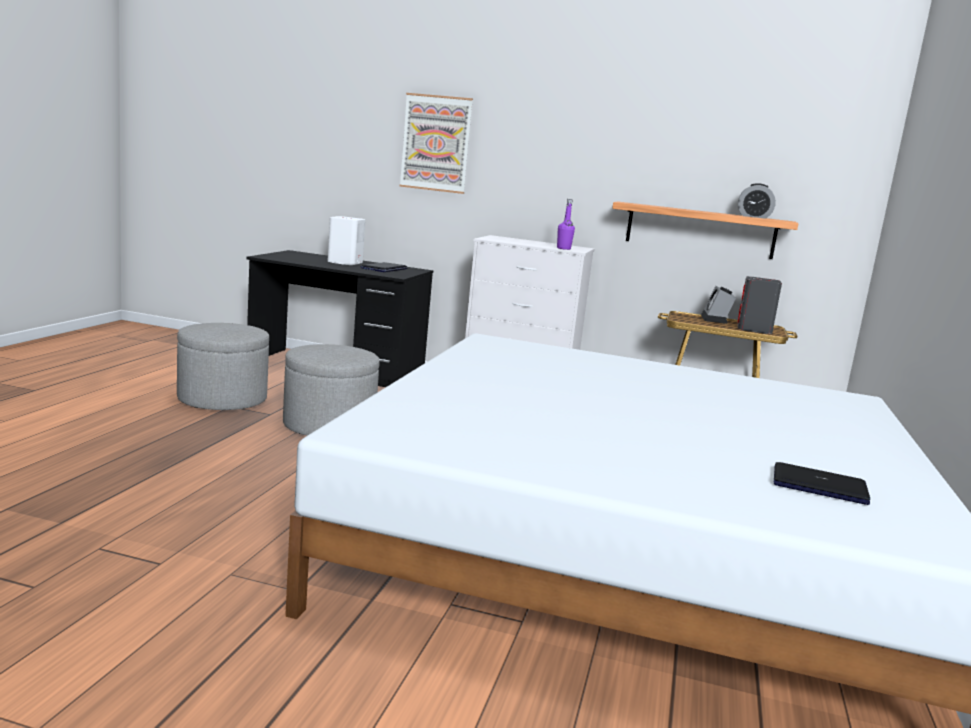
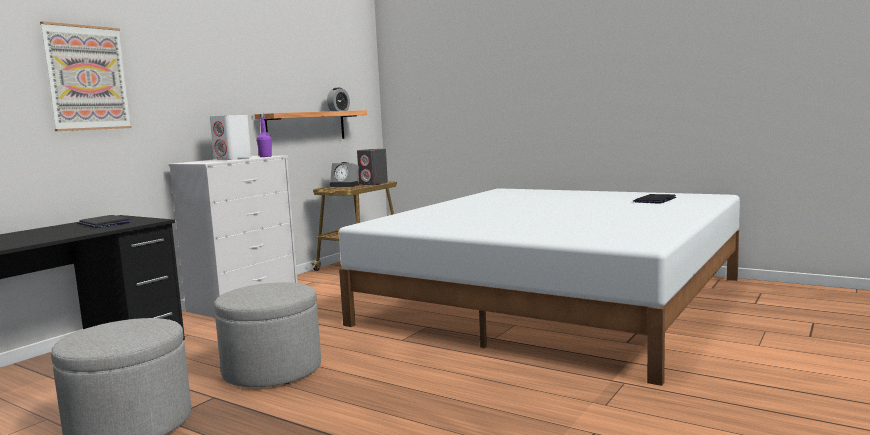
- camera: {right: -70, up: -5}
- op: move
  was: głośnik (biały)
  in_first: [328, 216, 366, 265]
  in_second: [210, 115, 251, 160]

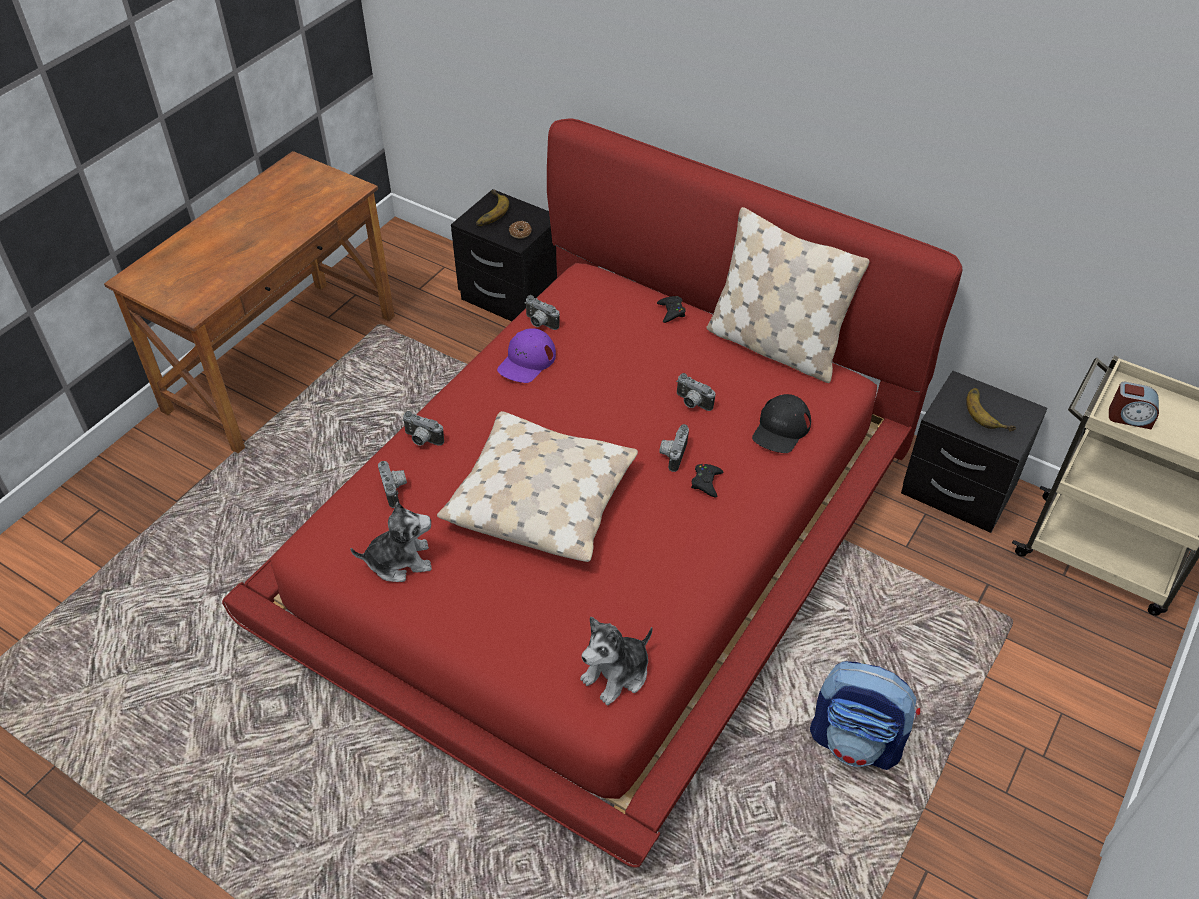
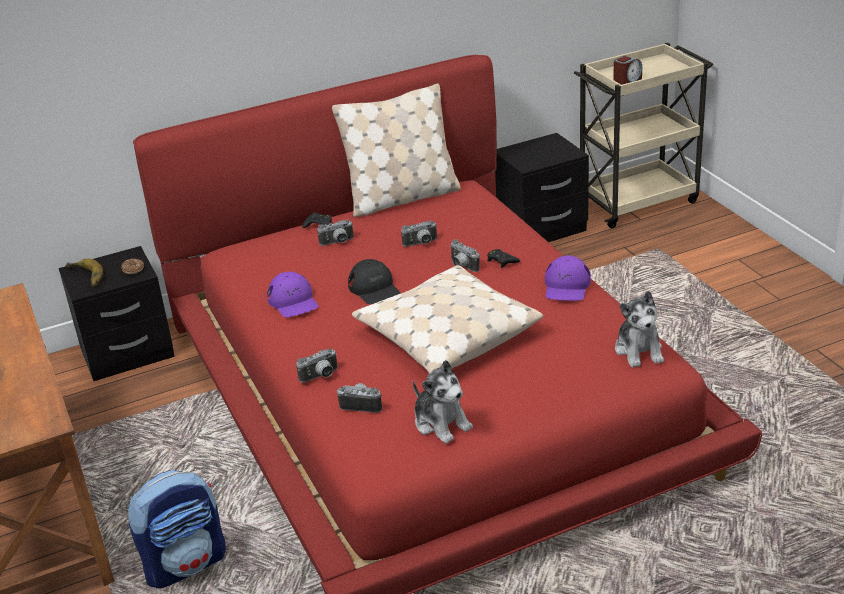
- camera: {right: -55, up: -15}
- op: move
  was: aparat fotograficzny
  in_first: [525, 295, 560, 330]
  in_second: [317, 219, 354, 246]
- op: delete
  was: banan
  in_first: [966, 388, 1016, 431]
- op: move
  was: czapka z daszkiem (czarny)
  in_first: [752, 394, 811, 453]
  in_second: [348, 259, 400, 304]
- op: rotate
  was: pluszak
  in_first: [350, 502, 432, 582]
  in_second: [412, 360, 473, 444]
  clockwise: 120
- op: move
  was: plecak
  in_first: [810, 661, 920, 770]
  in_second: [128, 470, 226, 588]
- op: insert
  now: czapka z daszkiem (fioletowy)
  in_second: [545, 255, 591, 301]

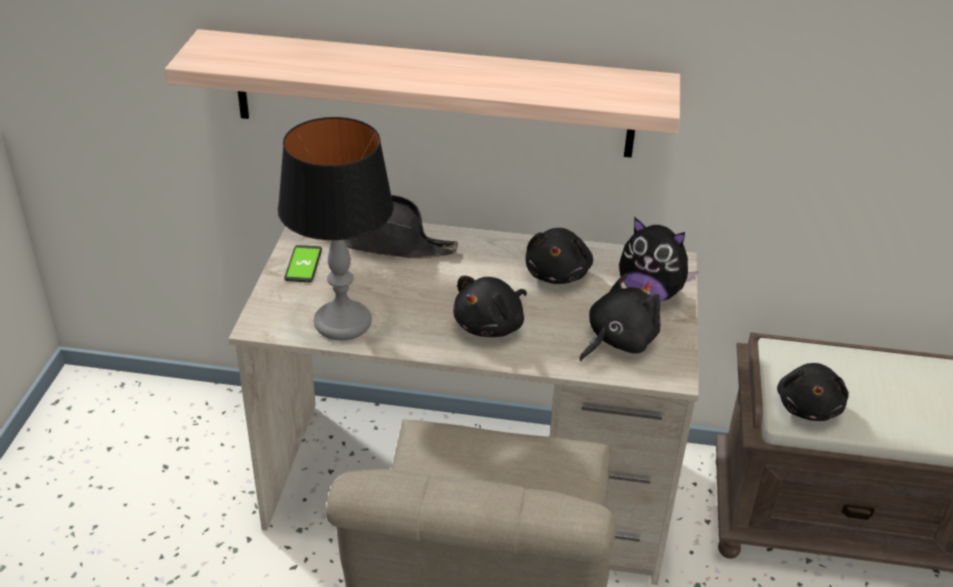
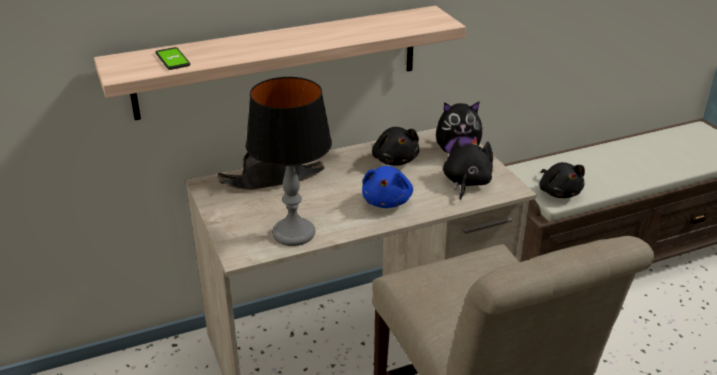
- camera: {right: -30, up: -5}
- op: move
  was: telefon
  in_first: [284, 245, 322, 282]
  in_second: [156, 47, 191, 70]
- op: recolor
  was: pluszak (czarny)
  now: pluszak (niebieski)
  in_first: [453, 276, 527, 337]
  in_second: [362, 166, 413, 208]

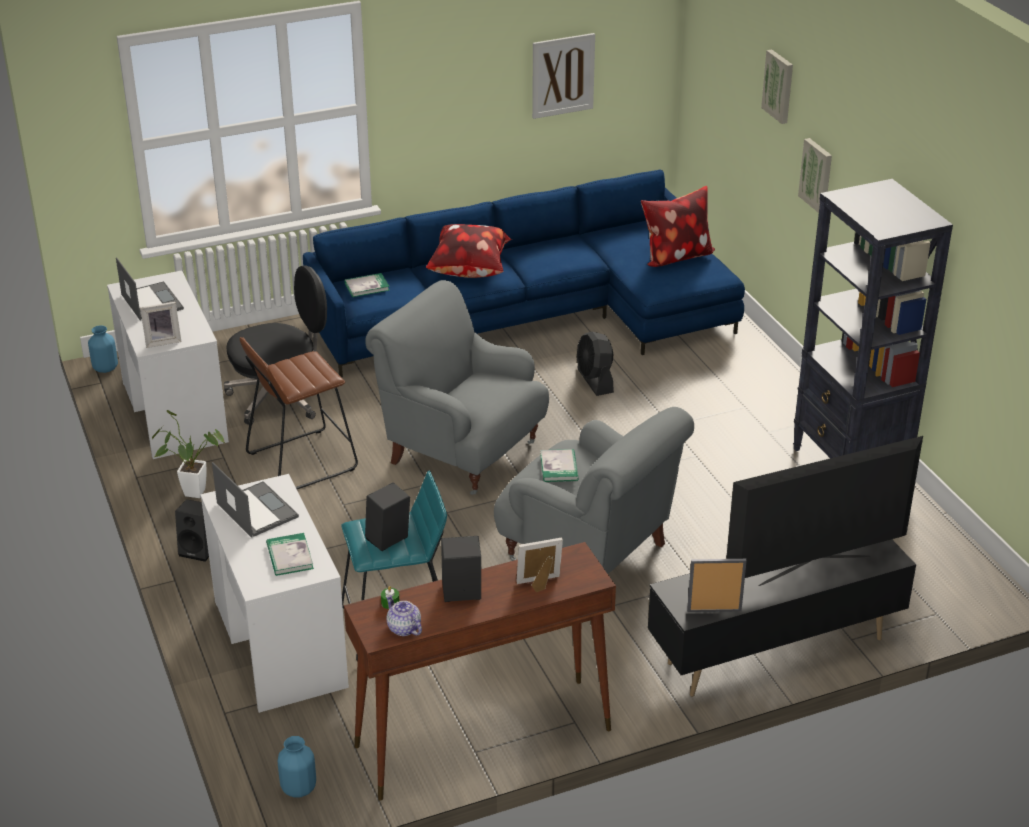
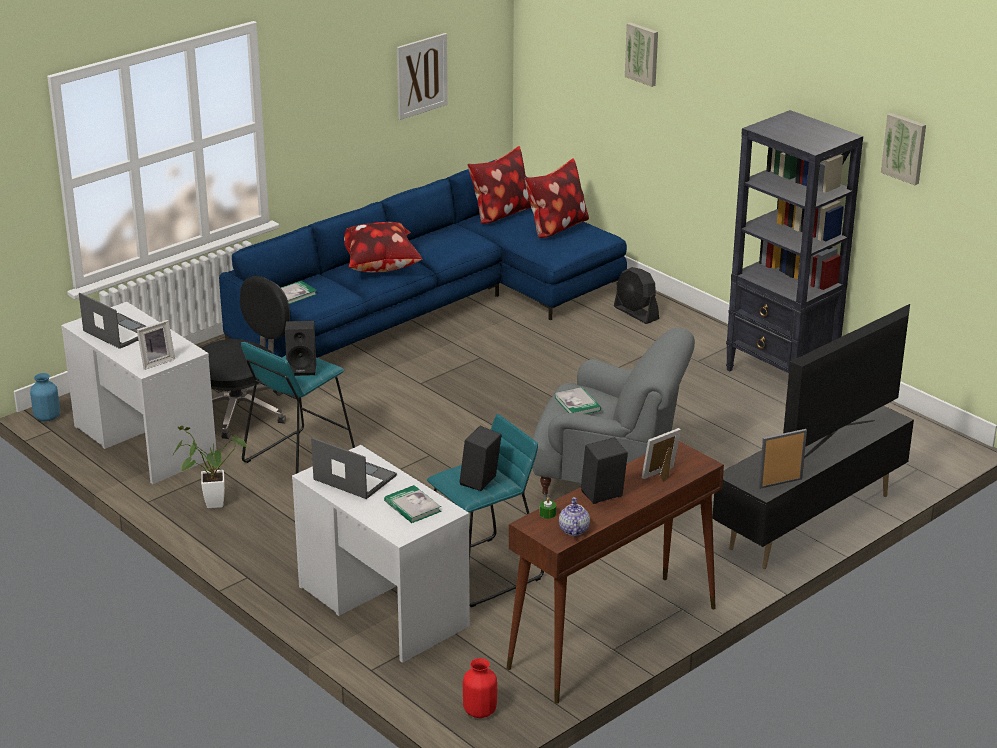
- camera: {right: -20, up: -5}
- op: move
  was: obraz
  in_first: [798, 138, 832, 213]
  in_second: [881, 113, 926, 185]
- op: delete
  was: fotel (szary)
  in_first: [365, 280, 549, 495]
- op: move
  was: wentylator (czarny)
  in_first: [577, 332, 614, 396]
  in_second: [614, 267, 659, 324]
- op: recolor
  was: stołek (brązowy)
  now: stołek (turkusowy)
  in_first: [240, 337, 358, 489]
  in_second: [241, 342, 355, 474]
- op: move
  was: głośnik (czarny)
  in_first: [175, 499, 209, 562]
  in_second: [285, 321, 316, 376]
- op: rotate
  was: imbryk
  in_first: [386, 595, 422, 636]
  in_second: [559, 497, 590, 536]
  clockwise: 60
- op: recolor
  was: wazon (niebieski)
  now: wazon (czerwony)
  in_first: [278, 736, 316, 797]
  in_second: [463, 658, 497, 718]
- op: insert
  now: poduszka
  in_second: [468, 146, 531, 224]

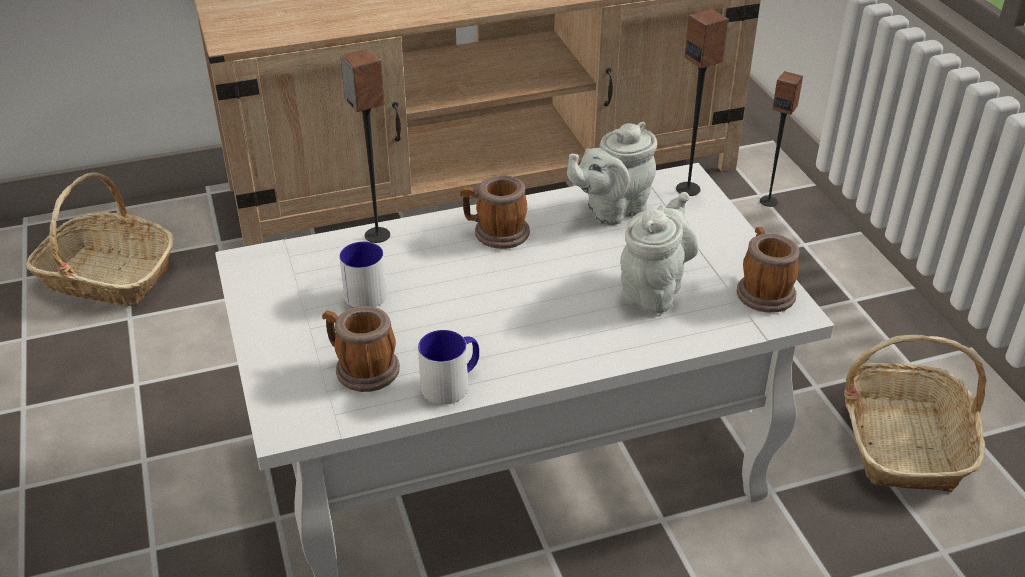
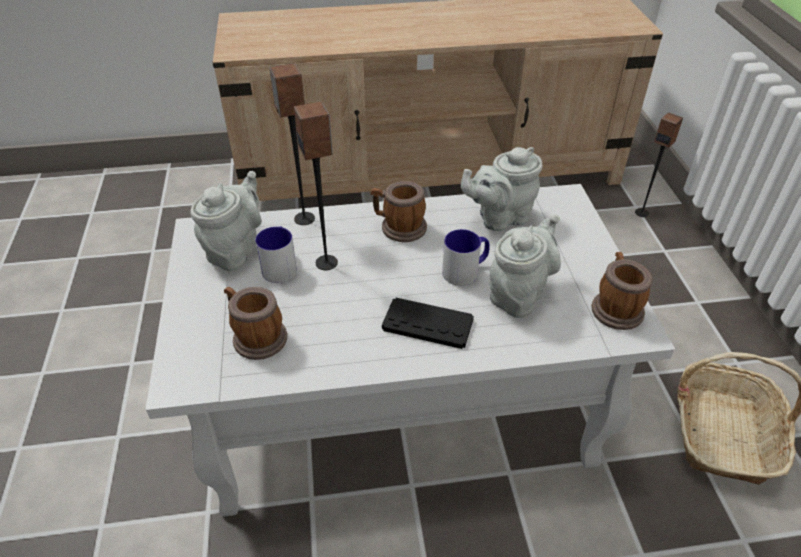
- camera: {right: 10, up: 5}
- op: move
  was: głośnik
  in_first: [676, 9, 729, 196]
  in_second: [294, 102, 338, 270]
- op: delete
  was: koszyk
  in_first: [26, 172, 174, 306]
- op: move
  was: kubek
  in_first: [418, 330, 479, 405]
  in_second: [442, 229, 490, 286]
- op: insert
  now: imbryk (szary)
  in_second: [190, 171, 262, 271]
- op: insert
  now: pad do gier (czarny)
  in_second: [382, 298, 474, 349]

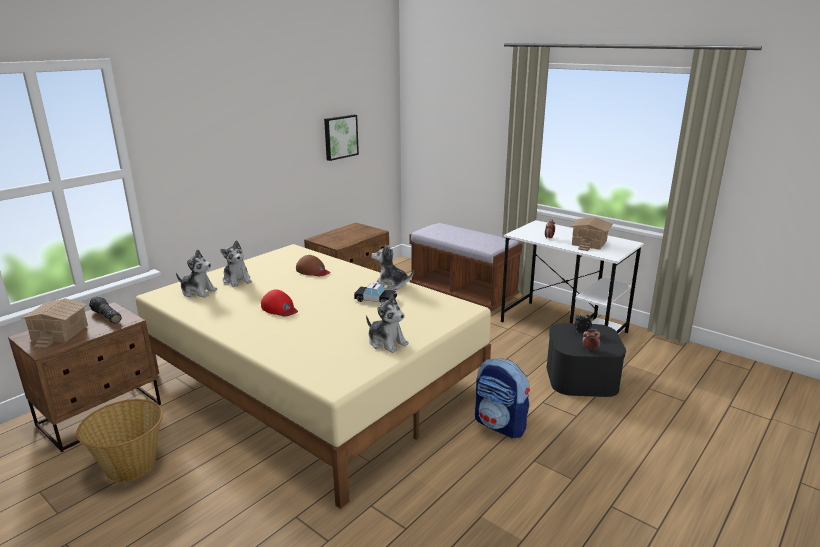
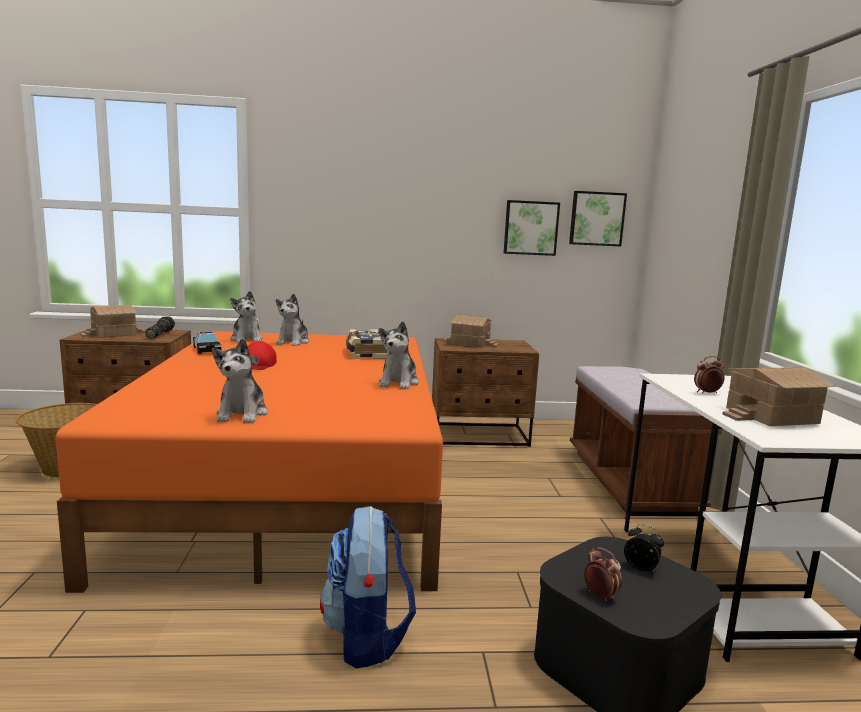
- camera: {right: 45, up: -10}
- op: recolor
  was: łóżko (beżowy)
  now: łóżko (pomarańczowy)
  in_first: [136, 244, 491, 509]
  in_second: [56, 331, 443, 593]
- op: rotate
  was: pluszak
  in_first: [372, 244, 414, 290]
  in_second: [379, 321, 419, 389]
  clockwise: -135
- op: replace
  was: czapka z daszkiem (brązowy)
  now: książka
  in_first: [296, 255, 331, 276]
  in_second: [346, 329, 389, 359]
- op: move
  was: samochodzik
  in_first: [354, 283, 397, 303]
  in_second: [193, 332, 222, 354]
- op: insert
  now: obraz
  in_second: [569, 191, 627, 246]
- op: insert
  now: domek
  in_second: [443, 315, 498, 348]

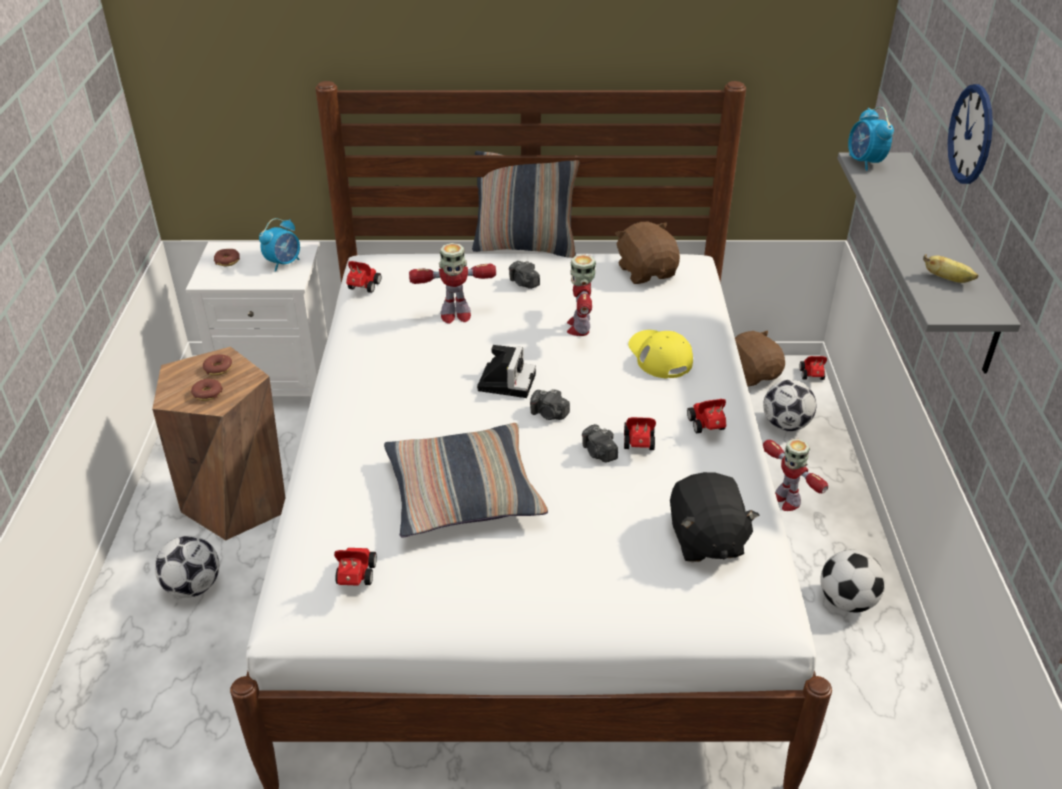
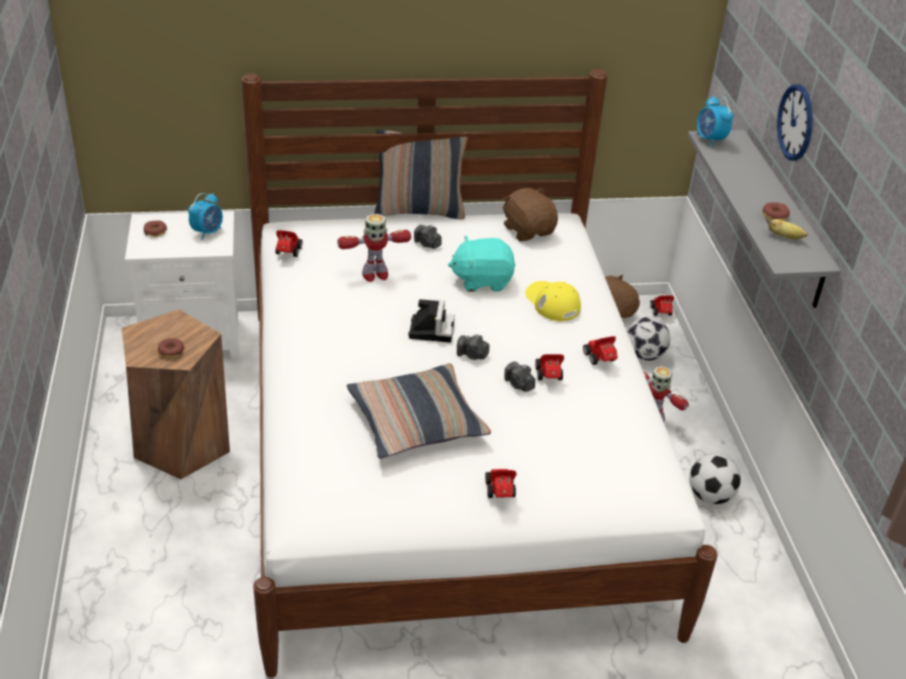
- camera: {right: -10, up: 0}
- op: replace
  was: robot zabawkowy
  now: pluszak (turkusowy)
  in_first: [567, 254, 596, 336]
  in_second: [448, 236, 515, 292]
- op: move
  was: donut
  in_first: [203, 354, 232, 376]
  in_second: [762, 202, 790, 220]
- op: delete
  was: pluszak (czarny)
  in_first: [670, 472, 759, 562]
- op: delete
  was: piłka futbolowa
  in_first: [155, 536, 219, 598]
- op: move
  was: samochodzik
  in_first: [334, 548, 377, 586]
  in_second: [485, 469, 517, 498]

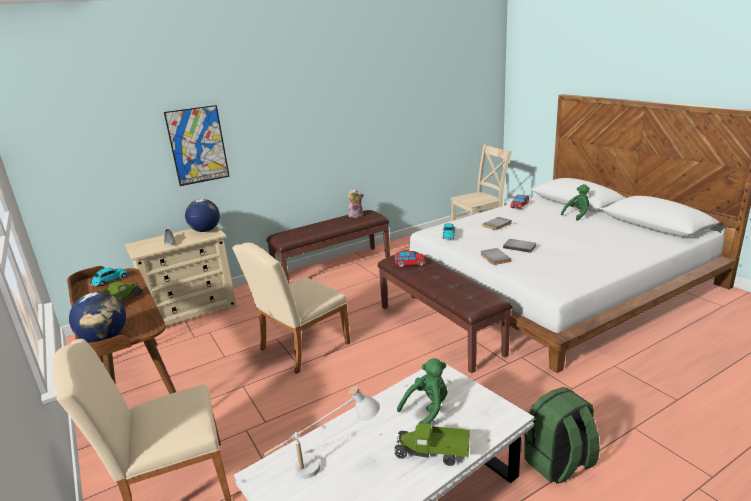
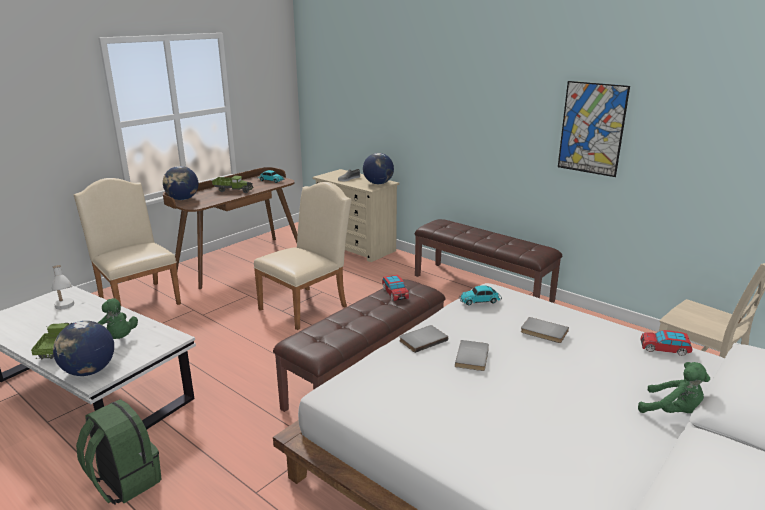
- camera: {right: 70, up: 0}
- op: move
  was: obraz
  in_first: [164, 105, 230, 186]
  in_second: [558, 81, 630, 177]
- op: delete
  was: pluszak
  in_first: [348, 189, 364, 218]
- op: rotate
  was: krzesło (beżowy)
  in_first: [232, 243, 350, 374]
  in_second: [254, 182, 352, 330]
  clockwise: 105
- op: insert
  now: globus
  in_second: [53, 321, 114, 376]

